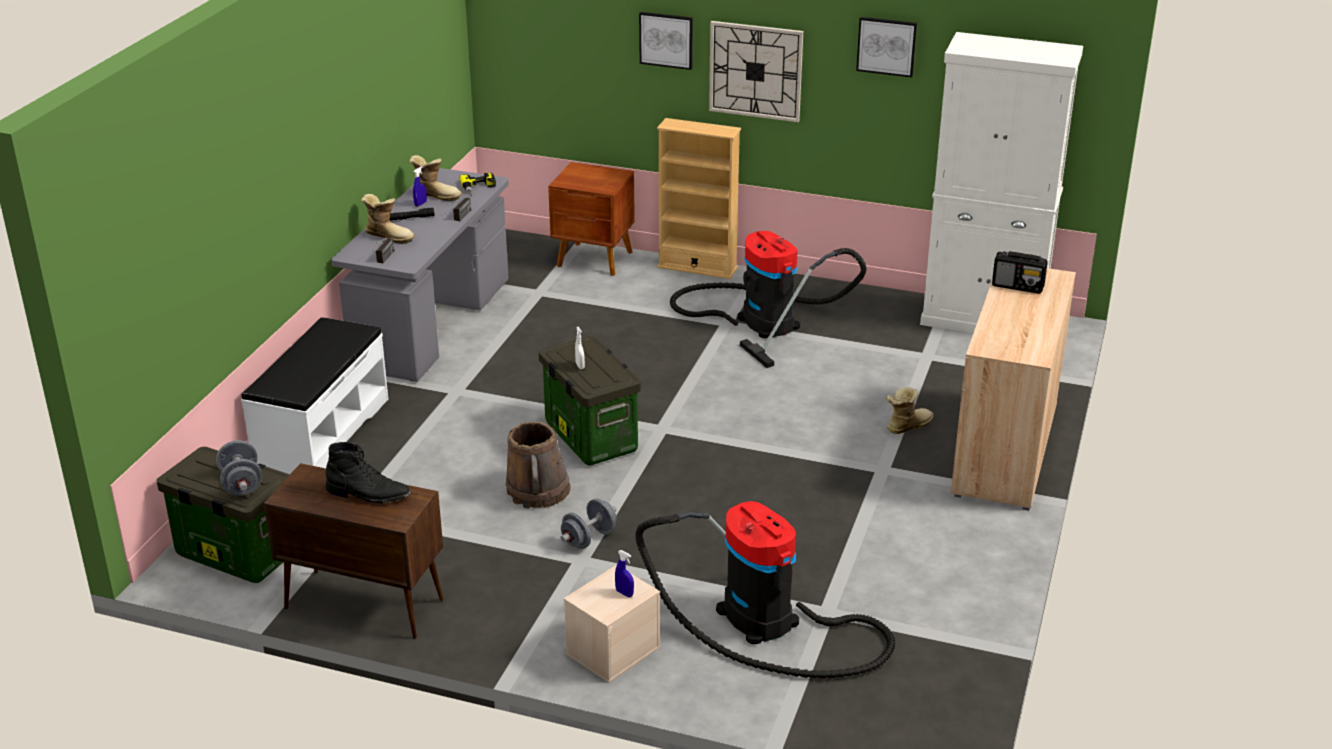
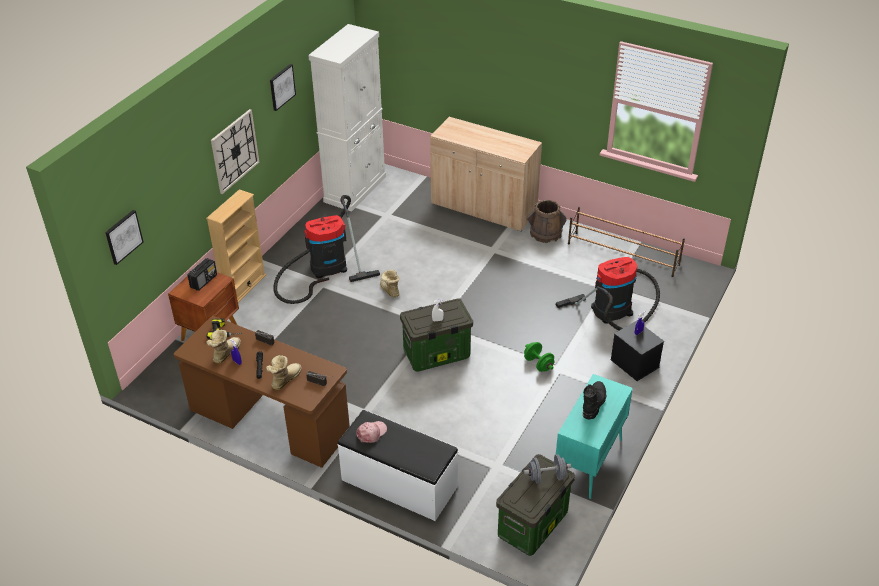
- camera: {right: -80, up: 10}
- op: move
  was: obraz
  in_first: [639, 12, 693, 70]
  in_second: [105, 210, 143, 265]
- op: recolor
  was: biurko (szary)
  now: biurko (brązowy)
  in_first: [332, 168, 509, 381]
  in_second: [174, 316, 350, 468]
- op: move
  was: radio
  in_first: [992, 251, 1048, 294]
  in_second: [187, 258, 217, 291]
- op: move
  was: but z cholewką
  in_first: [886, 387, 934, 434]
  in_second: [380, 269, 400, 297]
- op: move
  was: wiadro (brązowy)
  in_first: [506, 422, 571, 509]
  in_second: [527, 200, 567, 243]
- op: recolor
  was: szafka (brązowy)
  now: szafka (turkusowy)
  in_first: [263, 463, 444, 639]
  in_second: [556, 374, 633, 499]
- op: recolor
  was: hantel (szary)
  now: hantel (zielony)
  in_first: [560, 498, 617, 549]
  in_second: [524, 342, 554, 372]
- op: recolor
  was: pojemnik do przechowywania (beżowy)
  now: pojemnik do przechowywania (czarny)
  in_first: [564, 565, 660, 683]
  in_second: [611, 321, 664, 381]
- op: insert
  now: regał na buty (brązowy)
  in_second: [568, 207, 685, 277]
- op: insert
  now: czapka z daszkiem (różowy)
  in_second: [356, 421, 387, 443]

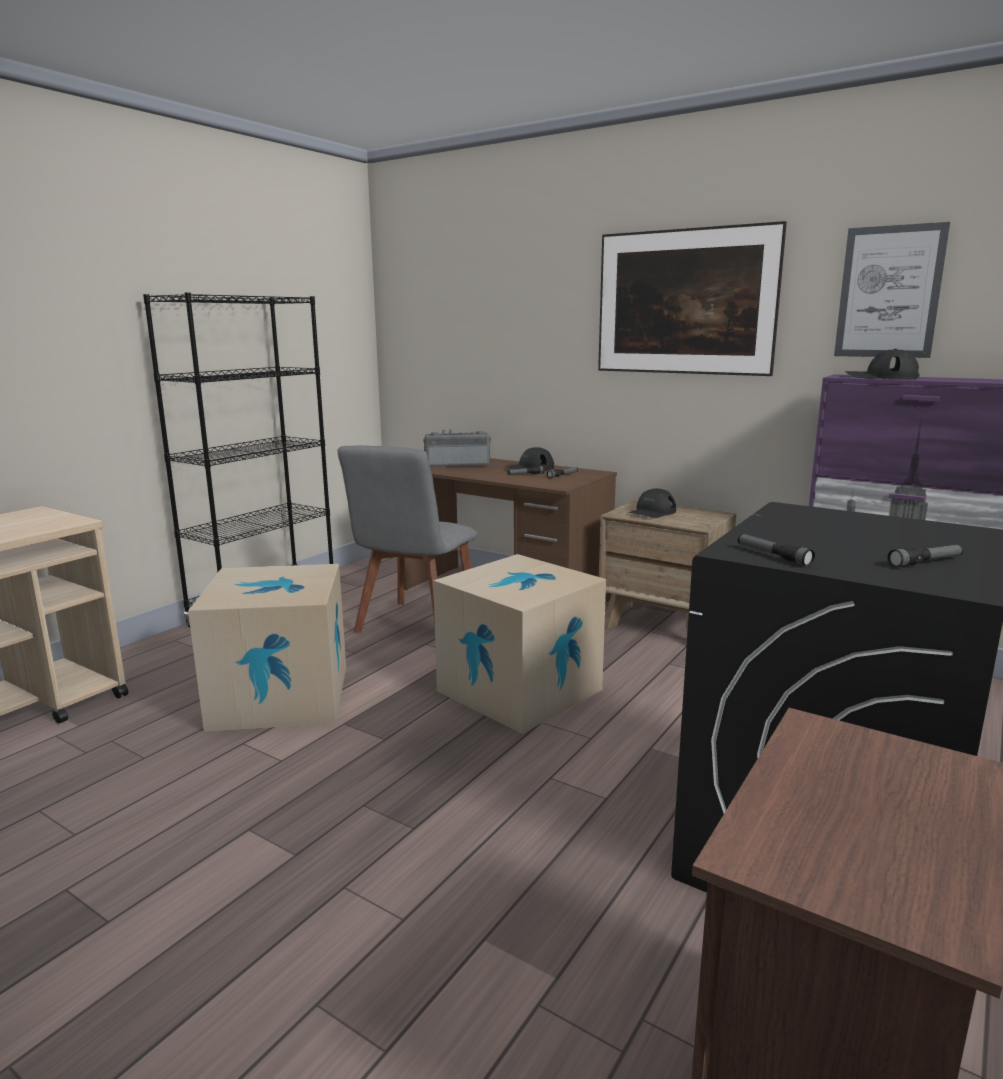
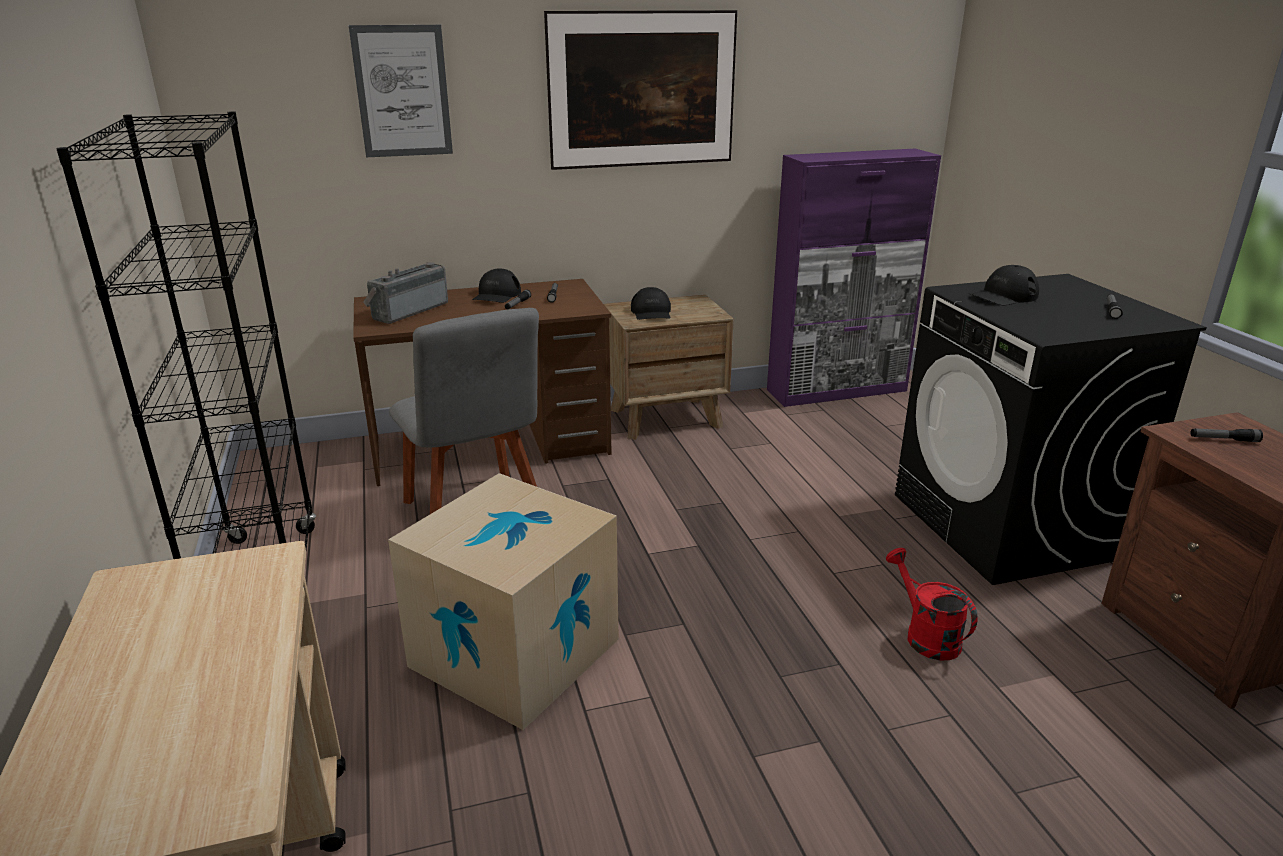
- camera: {right: -50, up: 10}
- op: move
  was: obraz
  in_first: [834, 222, 950, 358]
  in_second: [349, 25, 453, 157]
- op: move
  was: czapka z daszkiem (czarny)
  in_first: [845, 349, 920, 379]
  in_second: [969, 265, 1039, 305]
- op: move
  was: latarka
  in_first: [738, 534, 815, 567]
  in_second: [1190, 429, 1263, 442]
- op: delete
  was: karton
  in_first: [433, 554, 606, 734]
- op: insert
  now: konewka (czerwony)
  in_second: [886, 548, 977, 660]

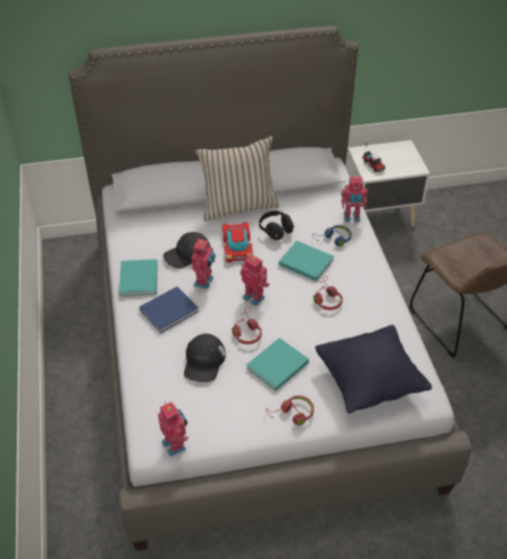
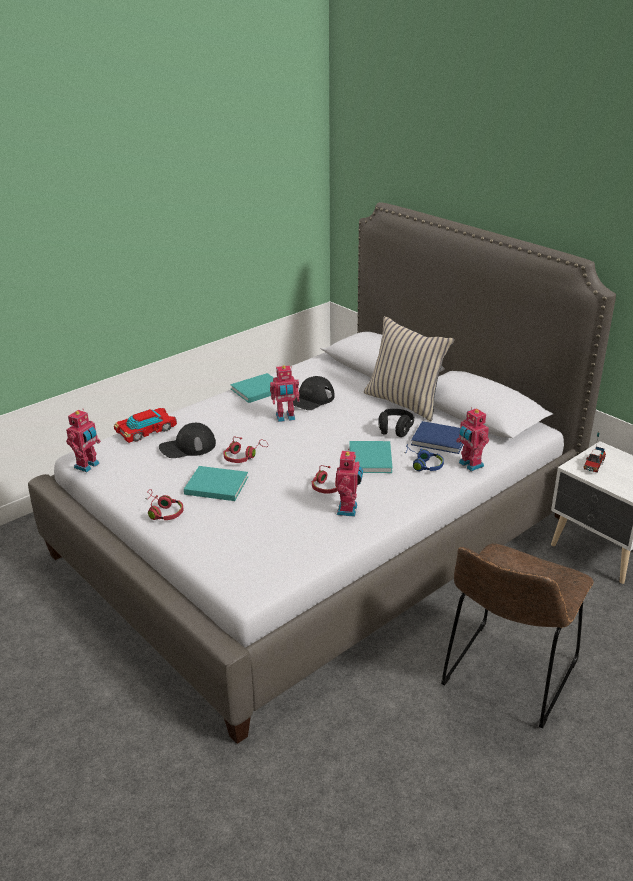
- camera: {right: 60, up: -15}
- op: move
  was: samochodzik
  in_first: [222, 222, 253, 262]
  in_second: [114, 408, 177, 443]
- op: rotate
  was: czapka z daszkiem (czarny)
  in_first: [163, 232, 211, 269]
  in_second: [293, 376, 335, 410]
  clockwise: -75
- op: move
  was: robot zabawkowy
  in_first: [240, 255, 269, 306]
  in_second: [336, 448, 363, 517]
- op: move
  was: książka (niebieski)
  in_first: [139, 286, 199, 333]
  in_second: [411, 421, 463, 454]
- op: delete
  was: poduszka (czarny)
  in_first: [315, 325, 432, 414]

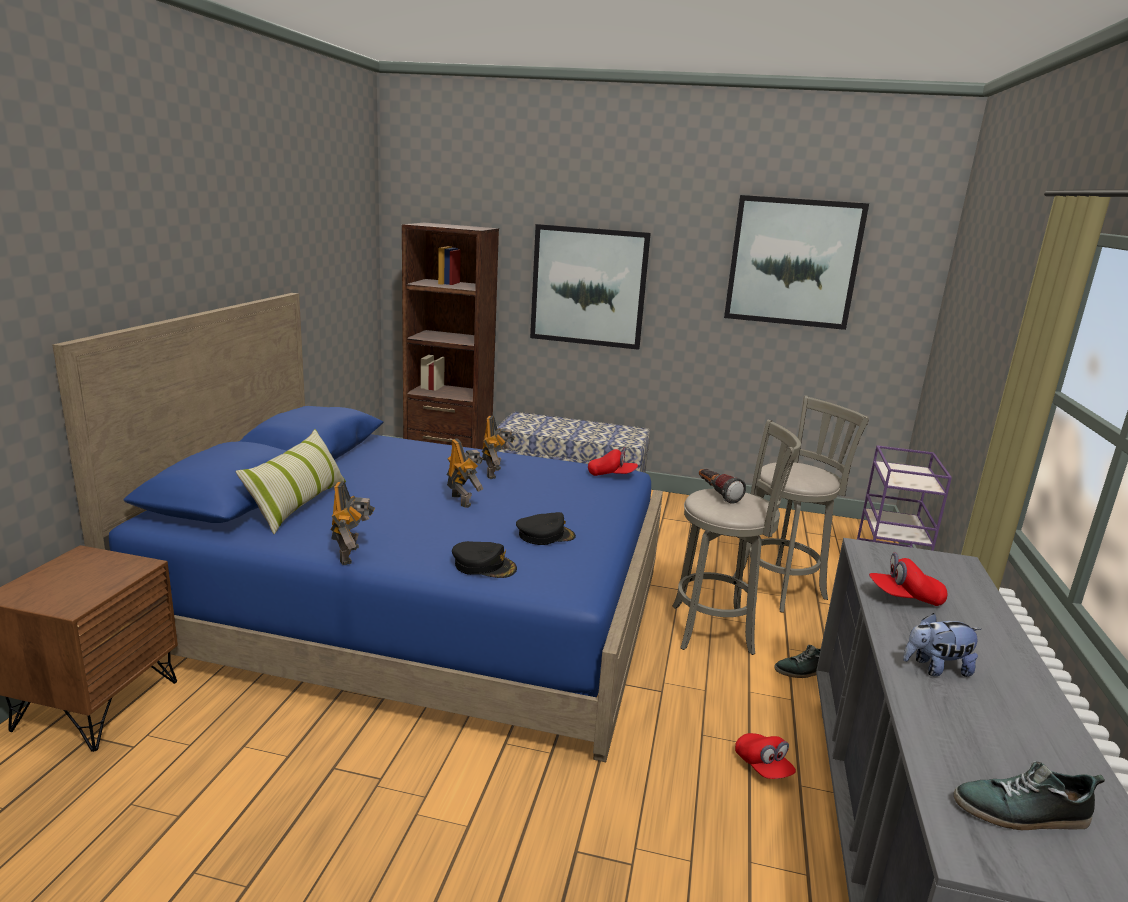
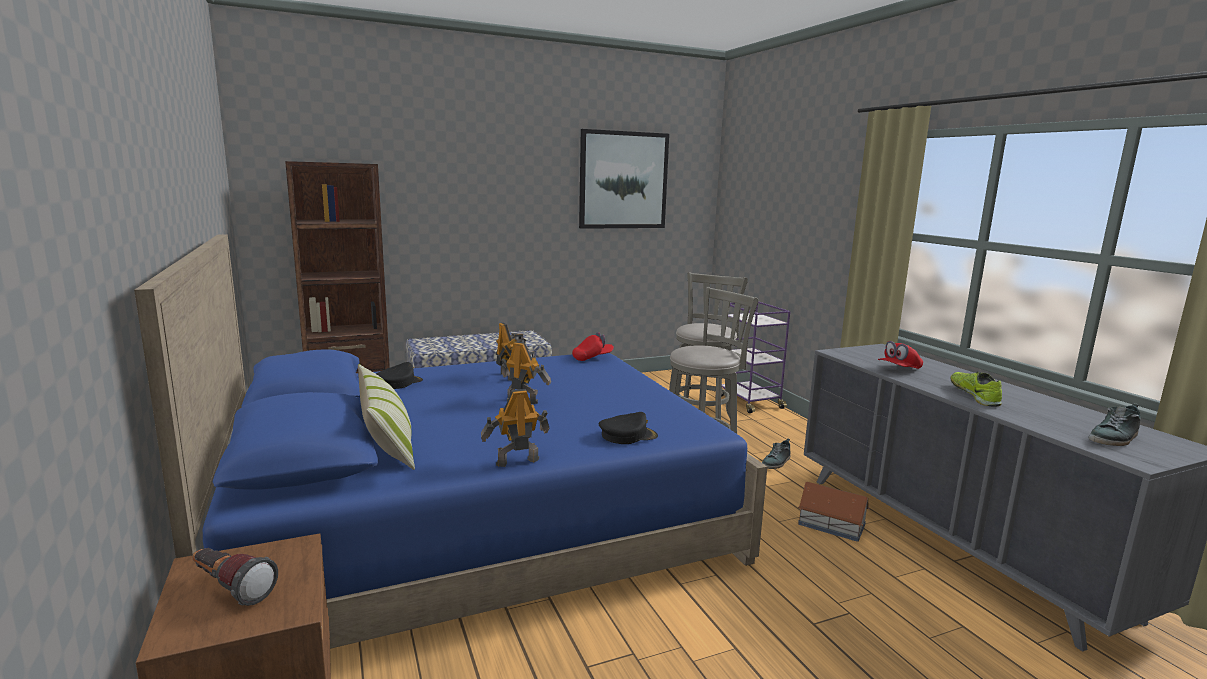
- camera: {right: -35, up: -5}
- op: delete
  was: obraz
  in_first: [530, 224, 651, 350]
- op: move
  was: latarka
  in_first: [699, 469, 746, 504]
  in_second: [192, 548, 278, 606]
- op: rotate
  was: robot zabawkowy
  in_first: [331, 481, 375, 565]
  in_second: [481, 389, 550, 467]
  clockwise: -75
- op: move
  was: czapka z daszkiem (czarny)
  in_first: [516, 512, 576, 545]
  in_second: [376, 362, 423, 389]
- op: replace
  was: pluszak
  now: but
  in_first: [903, 613, 982, 677]
  in_second: [950, 372, 1002, 406]
- op: replace
  was: czapka z daszkiem (czerwony)
  now: domek
  in_first: [735, 733, 796, 779]
  in_second: [798, 482, 870, 542]

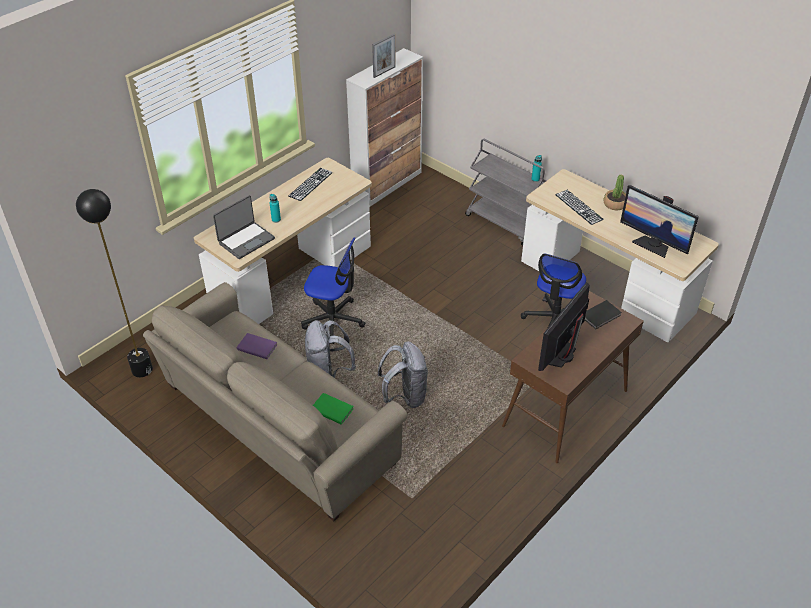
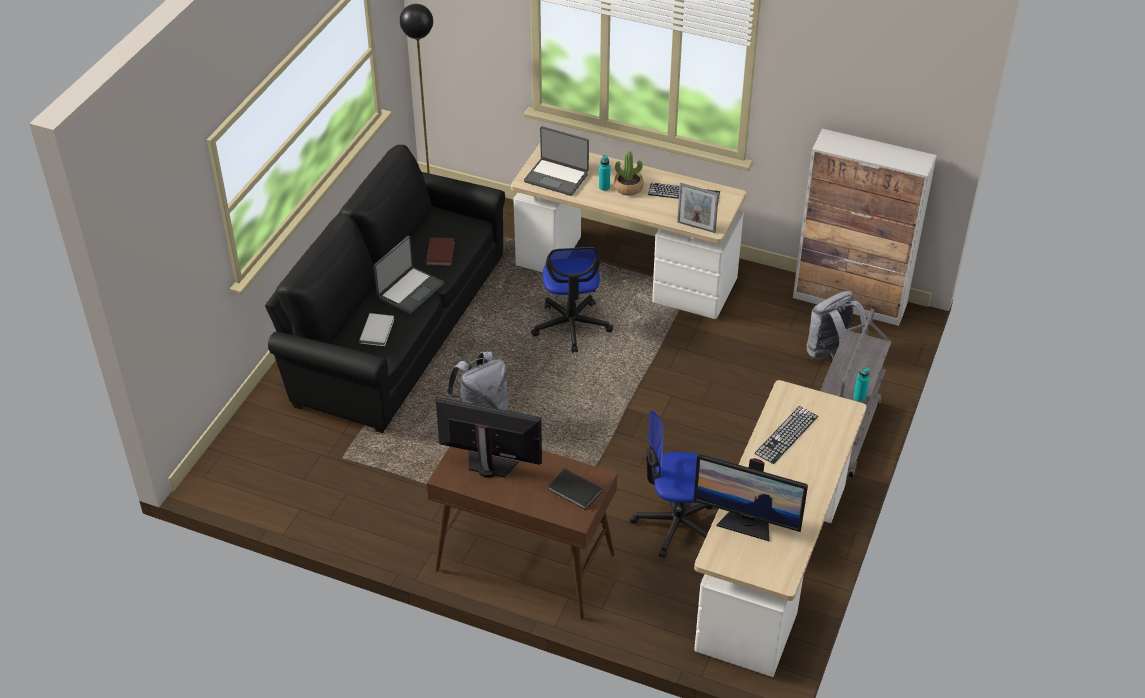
- camera: {right: 70, up: 0}
- op: move
  was: ramka na zdjęcie
  in_first: [372, 34, 396, 78]
  in_second: [677, 183, 719, 233]
- op: move
  was: roślina doniczkowa
  in_first: [604, 175, 626, 210]
  in_second: [614, 151, 644, 195]
- op: rotate
  was: monitor
  in_first: [620, 185, 699, 258]
  in_second: [693, 454, 808, 541]
  clockwise: -90
- op: recolor
  was: kanapa (beżowy)
  now: kanapa (czarny)
  in_first: [143, 282, 407, 521]
  in_second: [265, 145, 505, 433]
- op: move
  was: plecak (szary)
  in_first: [305, 320, 356, 378]
  in_second: [806, 291, 869, 360]
- op: recolor
  was: książka (fioletowy)
  now: książka (brązowy)
  in_first: [236, 333, 277, 359]
  in_second: [426, 237, 455, 266]
- op: recolor
  was: książka (zielony)
  now: książka (biały)
  in_first: [313, 393, 354, 425]
  in_second: [359, 313, 394, 346]
- op: insert
  now: laptop
  in_second: [374, 236, 444, 314]

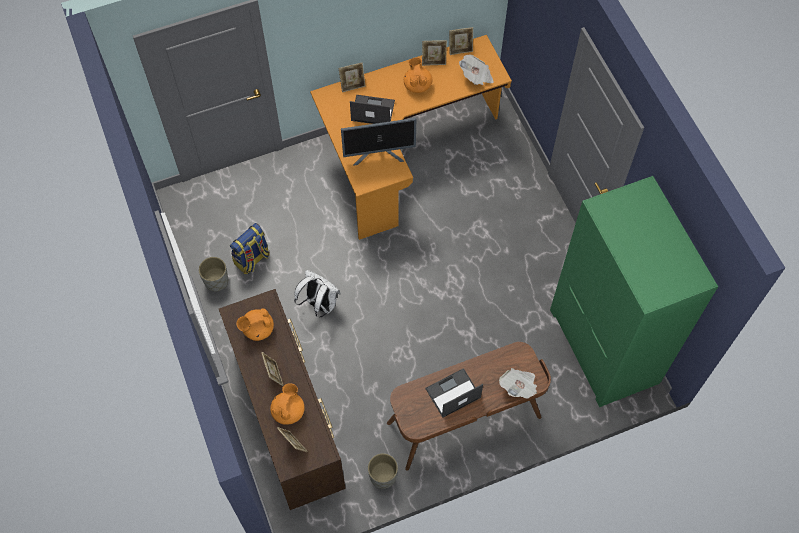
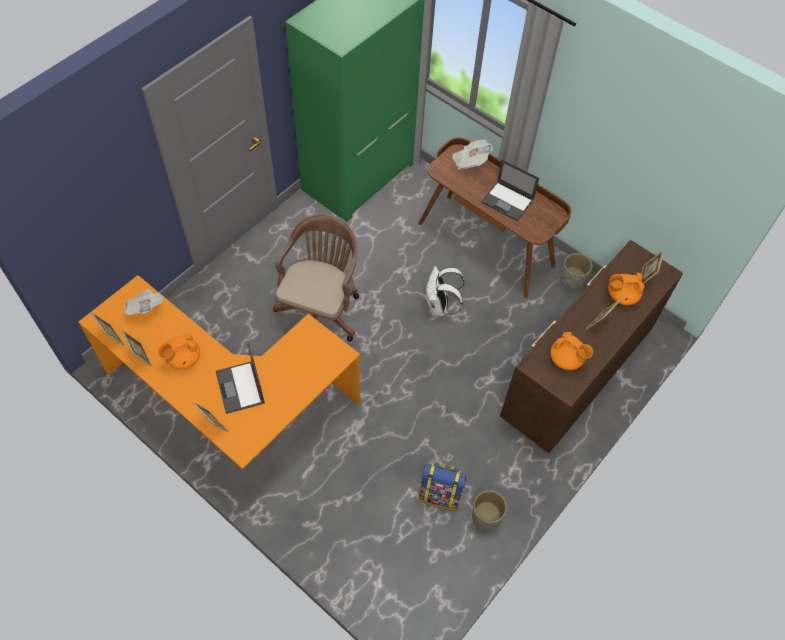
- camera: {right: -120, up: -5}
- op: delete
  was: monitor
  in_first: [341, 118, 416, 166]
- op: move
  was: plecak (biały)
  in_first: [294, 270, 340, 317]
  in_second: [426, 266, 465, 316]
- op: insert
  now: krzesło biurowe (brązowy)
  in_second: [273, 215, 359, 342]

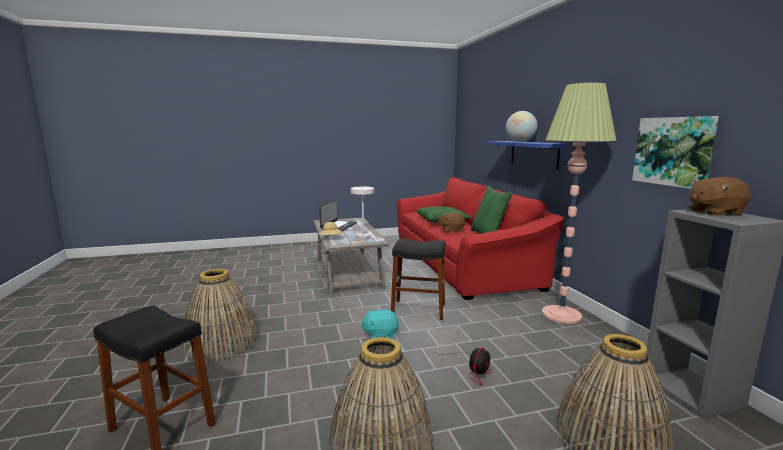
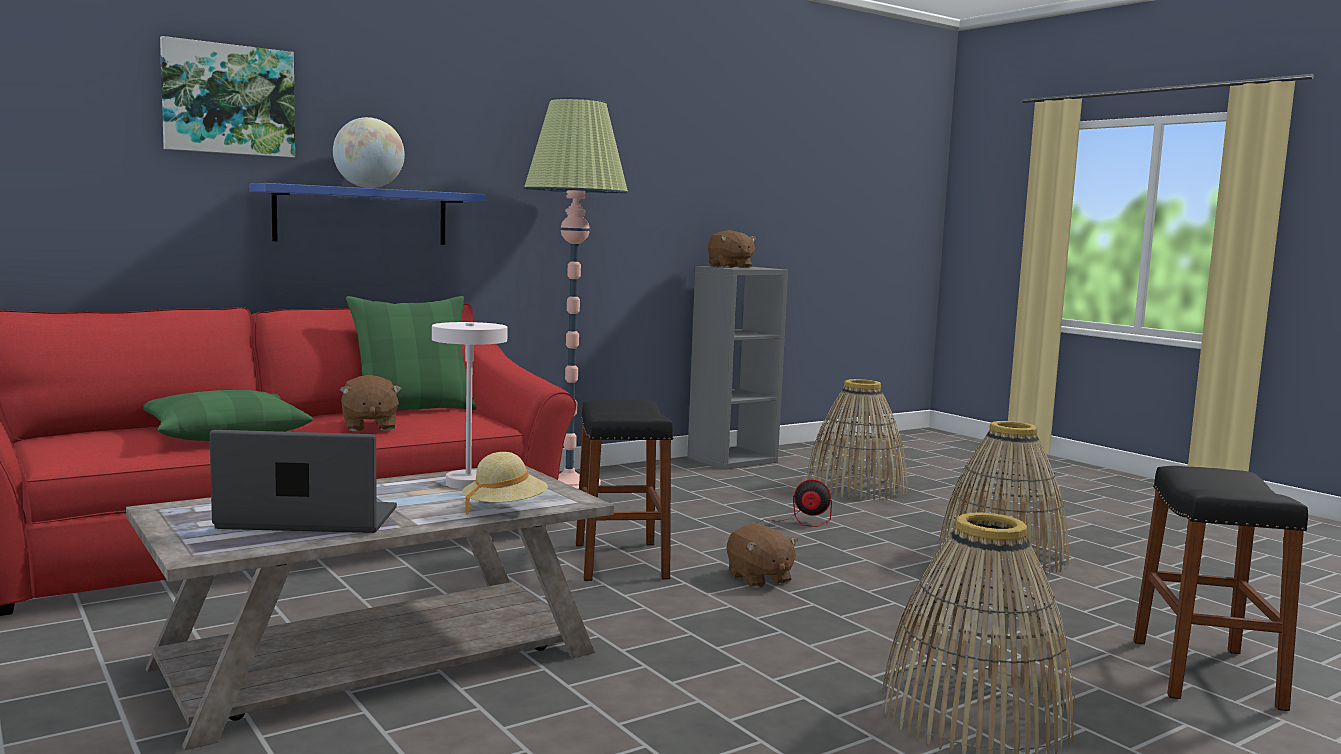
- camera: {right: -110, up: -5}
- op: move
  was: obraz
  in_first: [632, 116, 719, 189]
  in_second: [160, 36, 295, 158]
- op: recolor
  was: pluszak (turkusowy)
  now: pluszak (brązowy)
  in_first: [360, 309, 399, 339]
  in_second: [727, 524, 799, 588]

